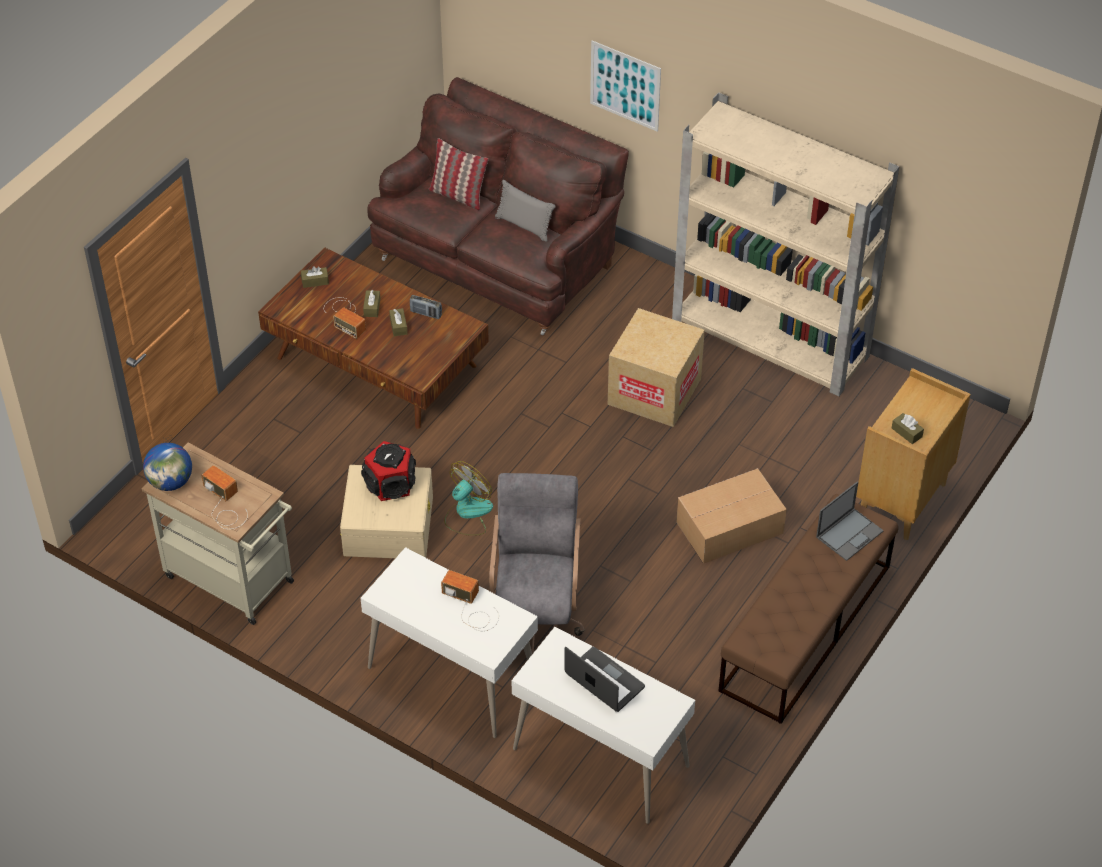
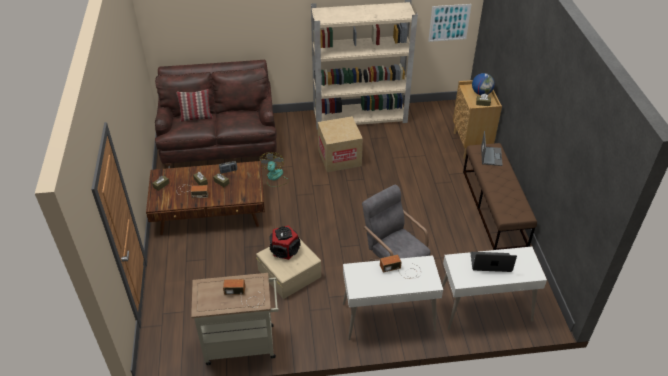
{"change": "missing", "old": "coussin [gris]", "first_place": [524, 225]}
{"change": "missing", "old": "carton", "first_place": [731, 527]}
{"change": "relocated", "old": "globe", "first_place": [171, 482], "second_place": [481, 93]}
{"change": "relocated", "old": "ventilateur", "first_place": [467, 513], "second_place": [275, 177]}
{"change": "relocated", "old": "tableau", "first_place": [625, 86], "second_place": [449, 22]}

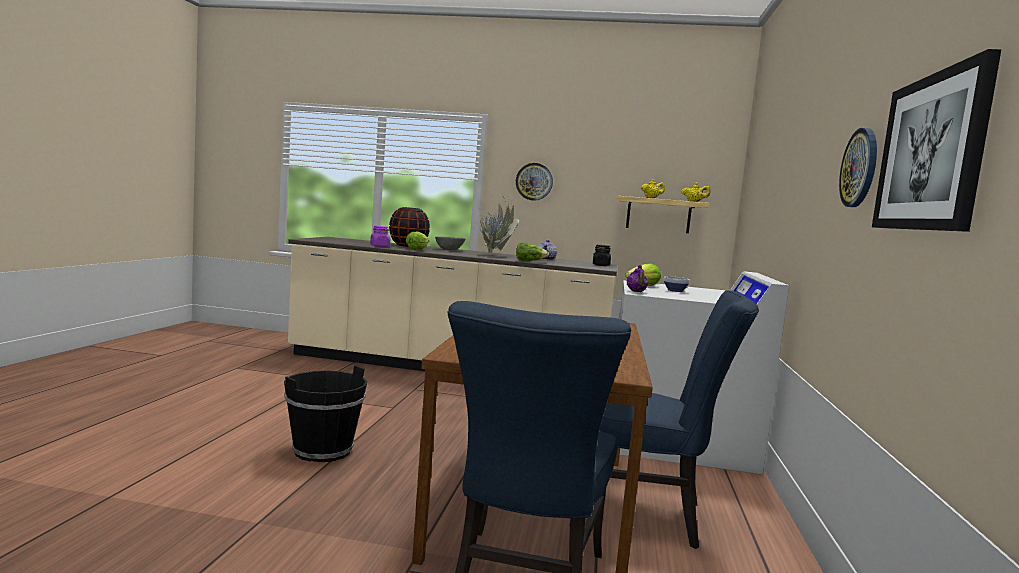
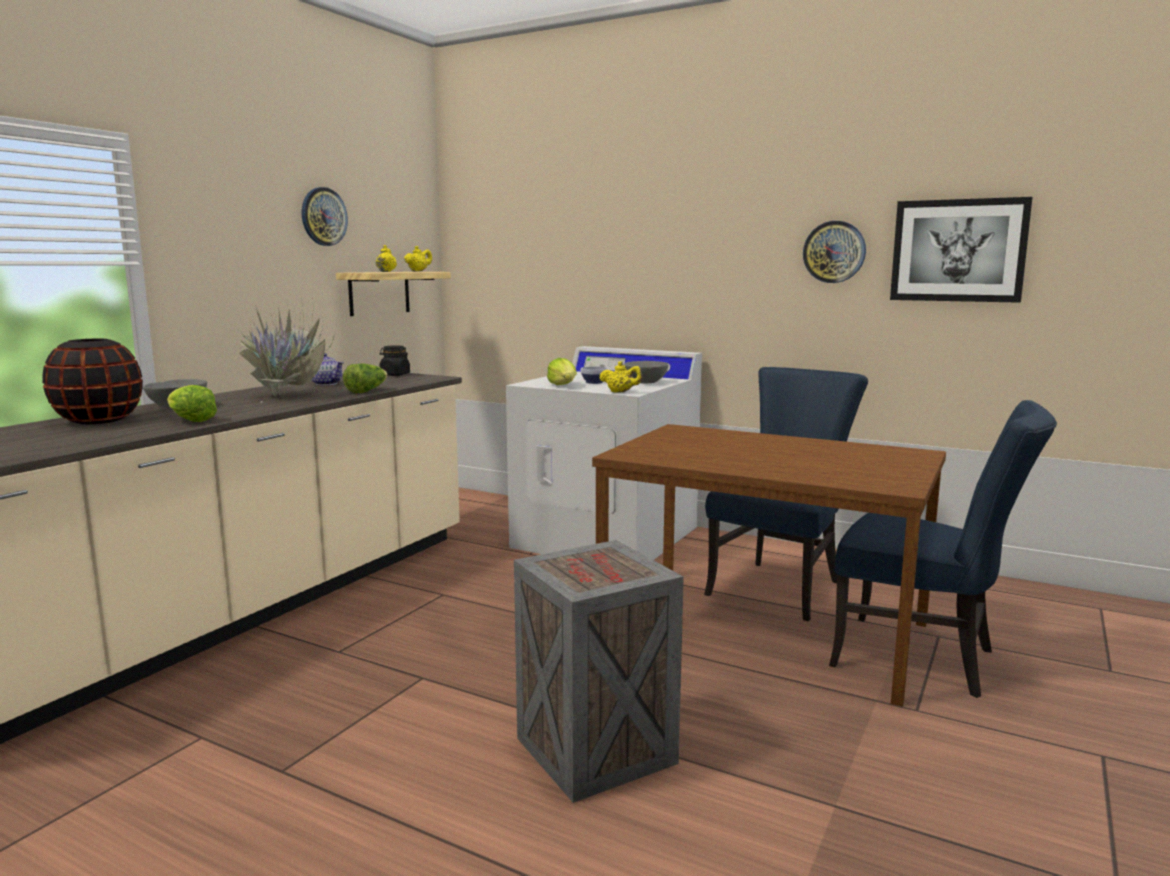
{"change": "missing", "old": "bocal [violet]", "first_place": [379, 246]}
{"change": "appeared", "new": "bol [gris]", "second_place": [645, 382]}
{"change": "relocated", "old": "horloge murale", "first_place": [534, 181], "second_place": [323, 216]}
{"change": "exchanged", "old": "seau [noir]", "new": "caisse", "first_place": [323, 451], "second_place": [596, 748]}
{"change": "colour", "old": "théière [violet]", "new": "théière [jaune]", "first_place": [636, 292], "second_place": [620, 392]}

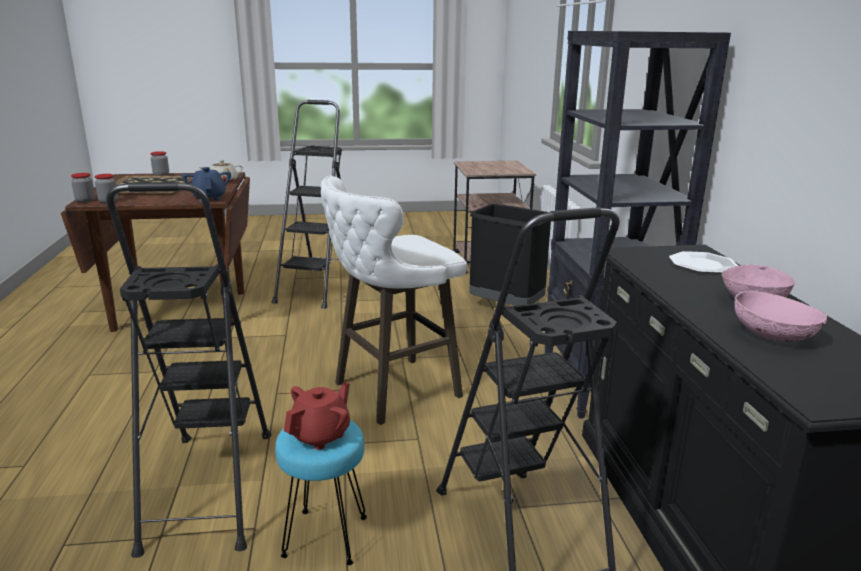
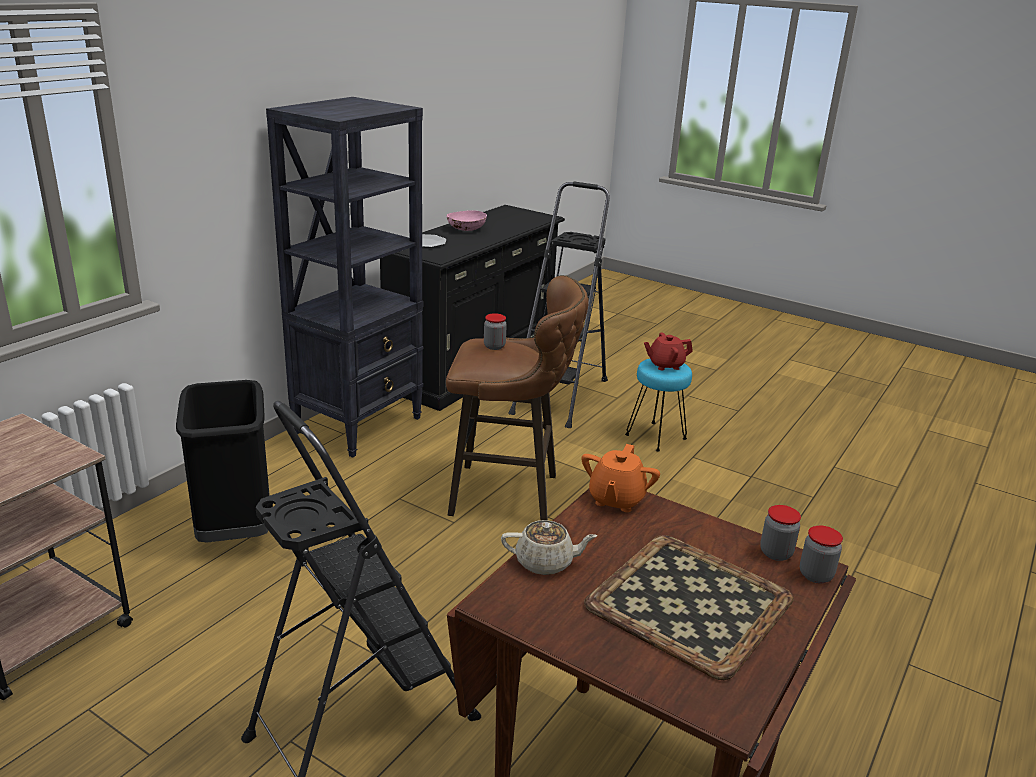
{"change": "missing", "old": "escabeau", "first_place": [209, 489]}
{"change": "missing", "old": "bol [rose]", "first_place": [773, 336]}
{"change": "relocated", "old": "bocal", "first_place": [161, 175], "second_place": [494, 346]}
{"change": "colour", "old": "théière [bleu]", "new": "théière [orange]", "first_place": [209, 198], "second_place": [616, 499]}
{"change": "colour", "old": "tabouret [blanc]", "new": "tabouret [marron]", "first_place": [392, 391], "second_place": [510, 495]}

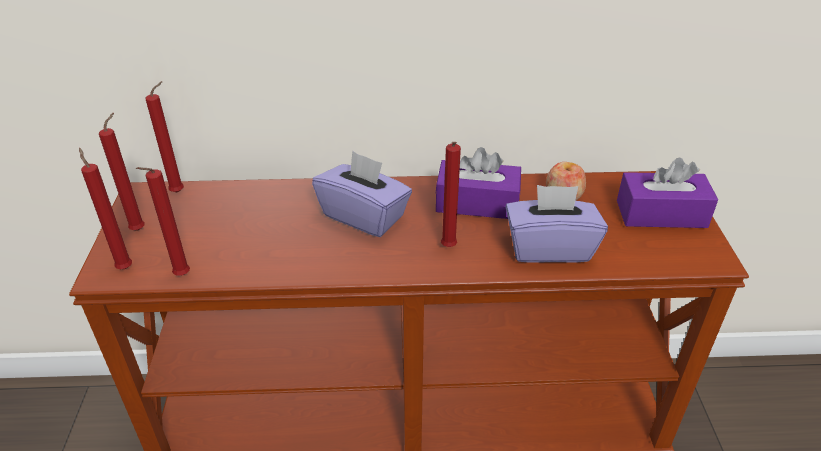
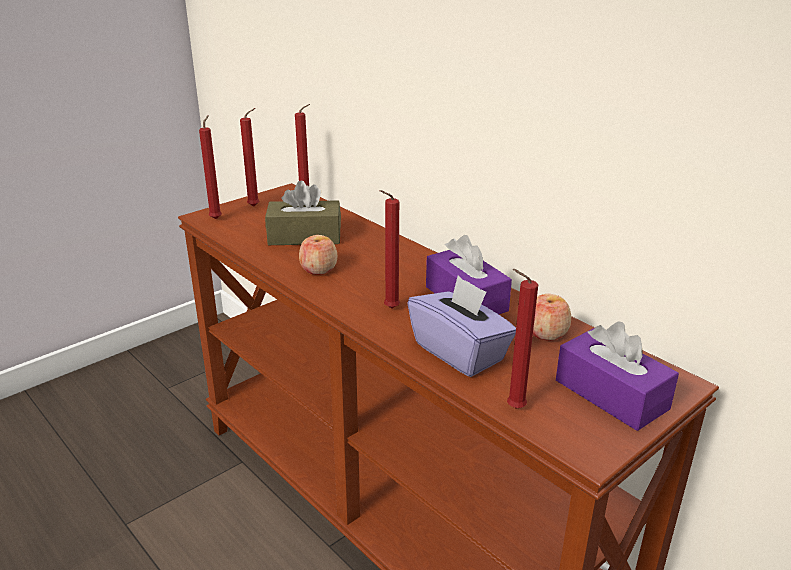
{"change": "missing", "old": "boîte à mouchoirs [violet]", "first_place": [364, 216]}
{"change": "appeared", "new": "boîte à mouchoirs [marron]", "second_place": [304, 236]}
{"change": "appeared", "new": "pomme", "second_place": [318, 269]}
{"change": "relocated", "old": "bougie [rouge]", "first_place": [180, 276], "second_place": [512, 408]}

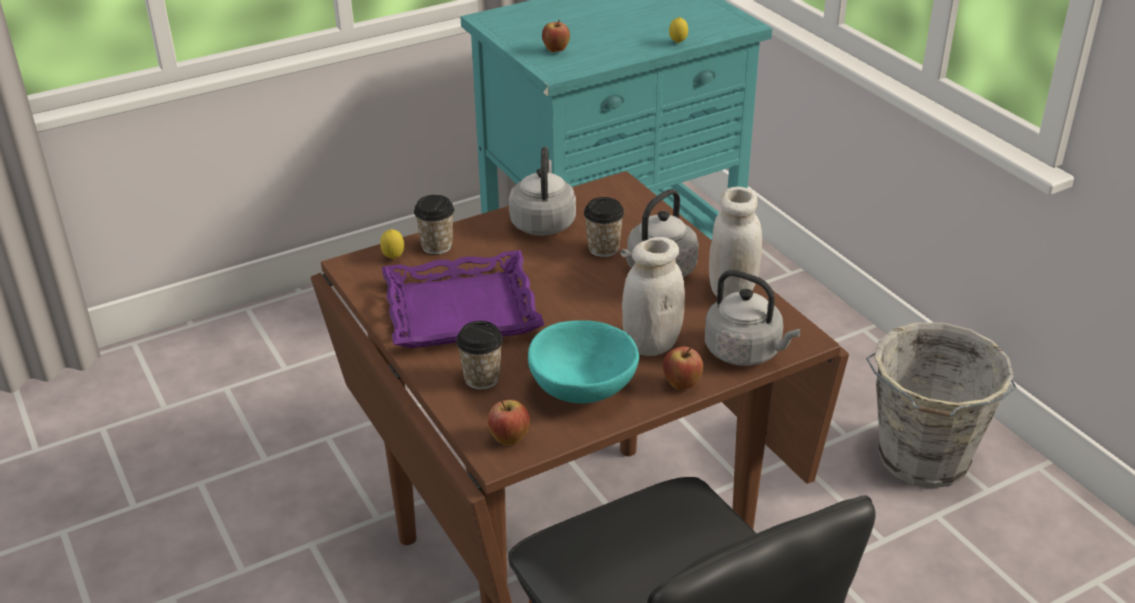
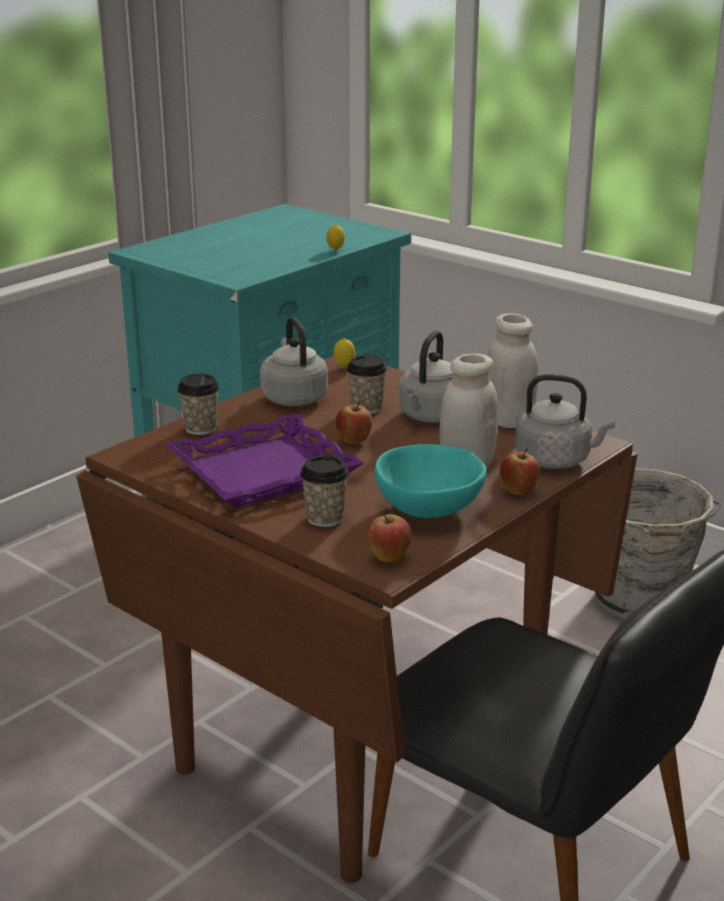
{"change": "relocated", "old": "citron", "first_place": [393, 258], "second_place": [344, 367]}
{"change": "relocated", "old": "pomme", "first_place": [556, 51], "second_place": [354, 442]}

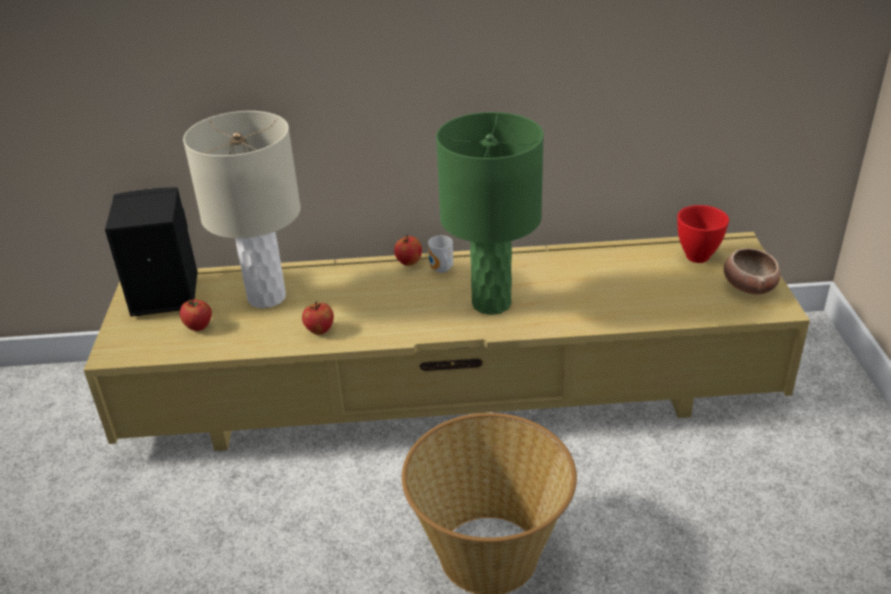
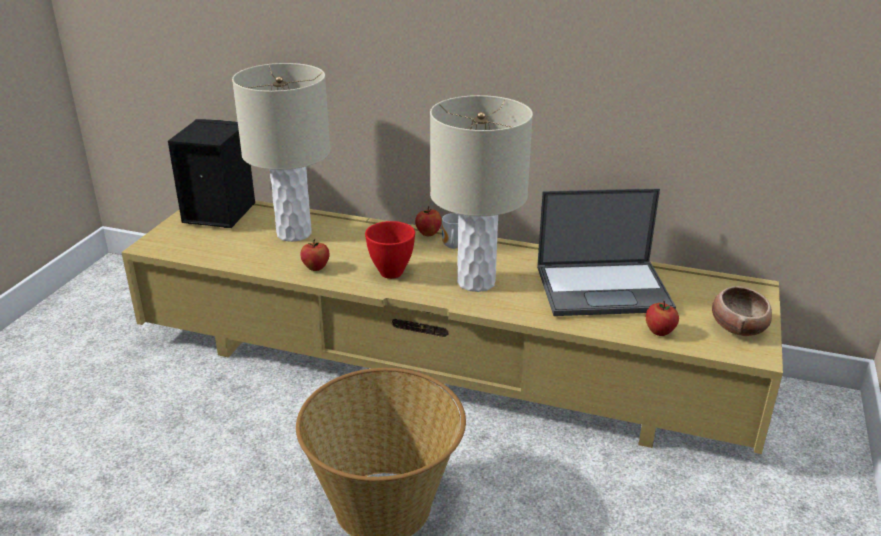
{"change": "appeared", "new": "ordinateur portable", "second_place": [604, 288]}
{"change": "relocated", "old": "pomme", "first_place": [199, 326], "second_place": [659, 332]}
{"change": "relocated", "old": "bol [rouge]", "first_place": [696, 256], "second_place": [390, 272]}
{"change": "colour", "old": "lampe de table [vert]", "new": "lampe de table [beige]", "first_place": [490, 303], "second_place": [475, 282]}

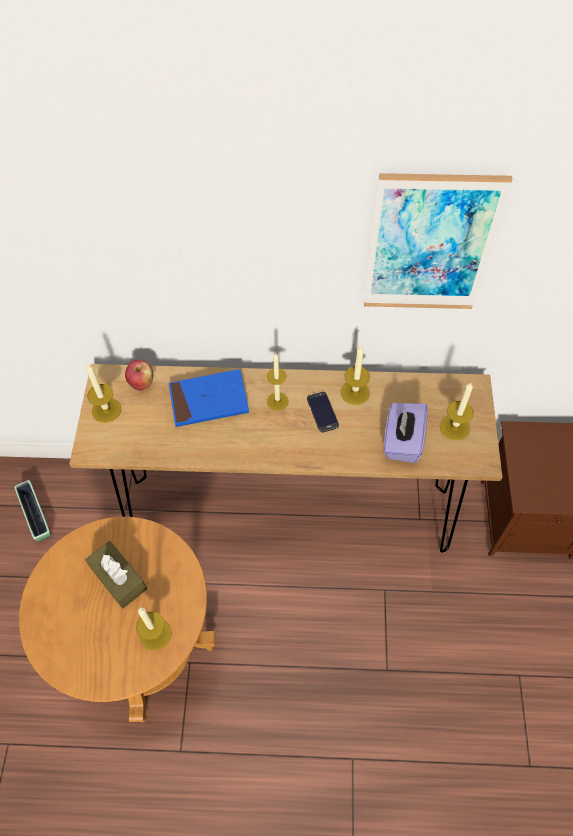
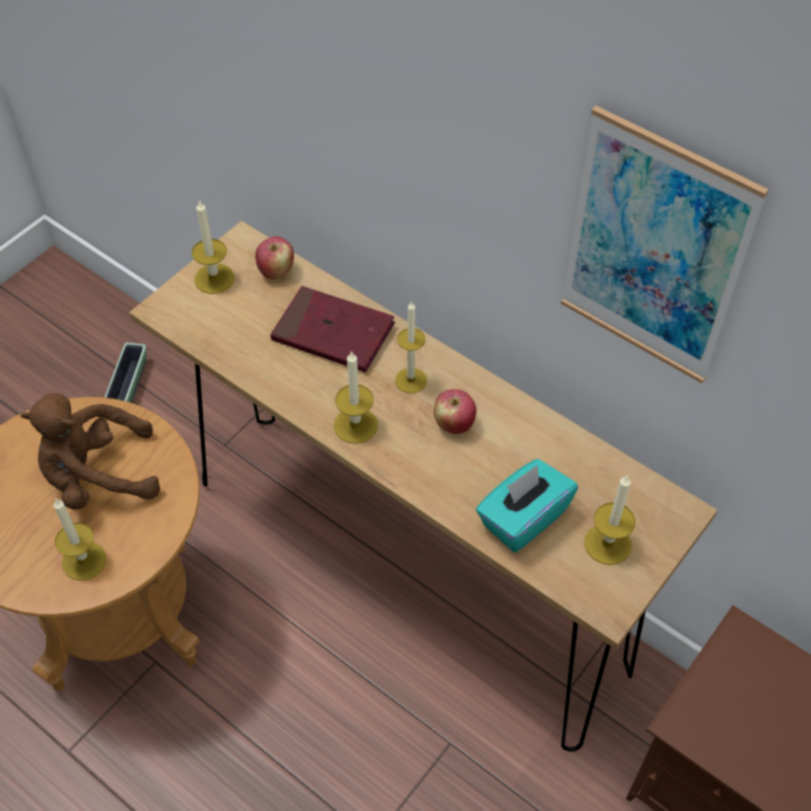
{"change": "relocated", "old": "bougie", "first_place": [355, 392], "second_place": [355, 425]}
{"change": "exchanged", "old": "boîte à mouchoirs [marron]", "new": "peluche [marron]", "first_place": [118, 578], "second_place": [97, 477]}
{"change": "exchanged", "old": "téléphone", "new": "pomme", "first_place": [322, 412], "second_place": [454, 424]}
{"change": "colour", "old": "livre [bleu]", "new": "livre [rouge]", "first_place": [209, 400], "second_place": [333, 333]}
{"change": "colour", "old": "boîte à mouchoirs [violet]", "new": "boîte à mouchoirs [turquoise]", "first_place": [402, 441], "second_place": [523, 518]}

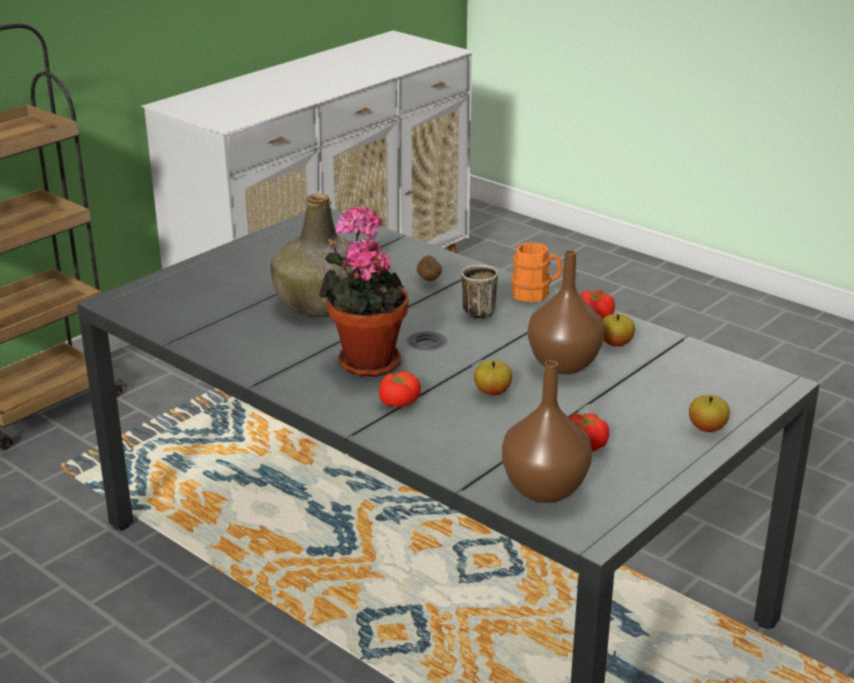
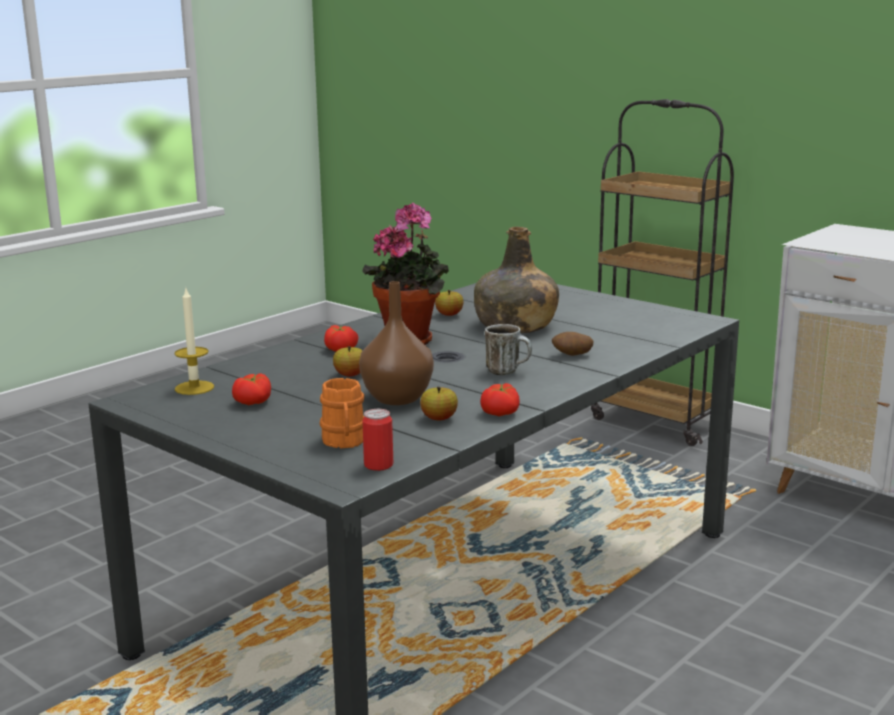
{"change": "appeared", "new": "boîte métallique", "second_place": [378, 465]}
{"change": "relocated", "old": "mug [orange]", "first_place": [535, 293], "second_place": [344, 442]}
{"change": "relocated", "old": "pomme", "first_place": [707, 428], "second_place": [449, 315]}
{"change": "exchanged", "old": "vase [marron]", "new": "bougie", "first_place": [542, 489], "second_place": [194, 388]}

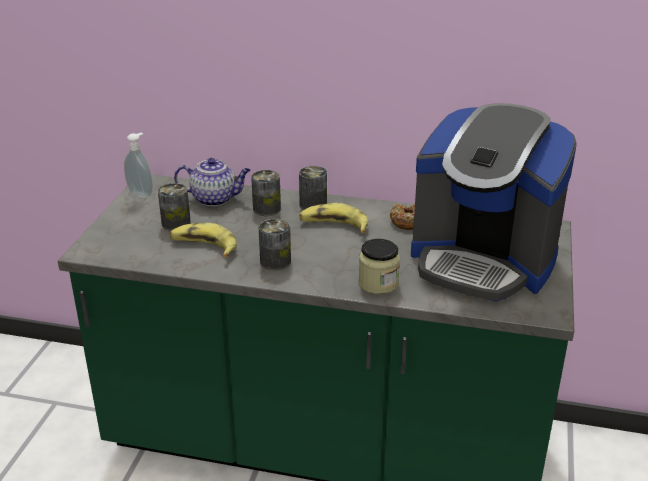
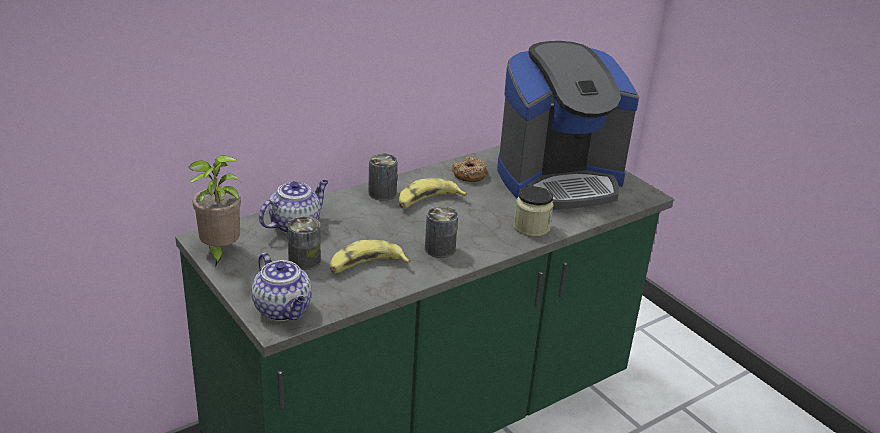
{"change": "missing", "old": "boîte métallique", "first_place": [266, 209]}
{"change": "appeared", "new": "théière", "second_place": [284, 310]}
{"change": "exchanged", "old": "distributeur de savon", "new": "plante en pot", "first_place": [141, 193], "second_place": [219, 252]}

